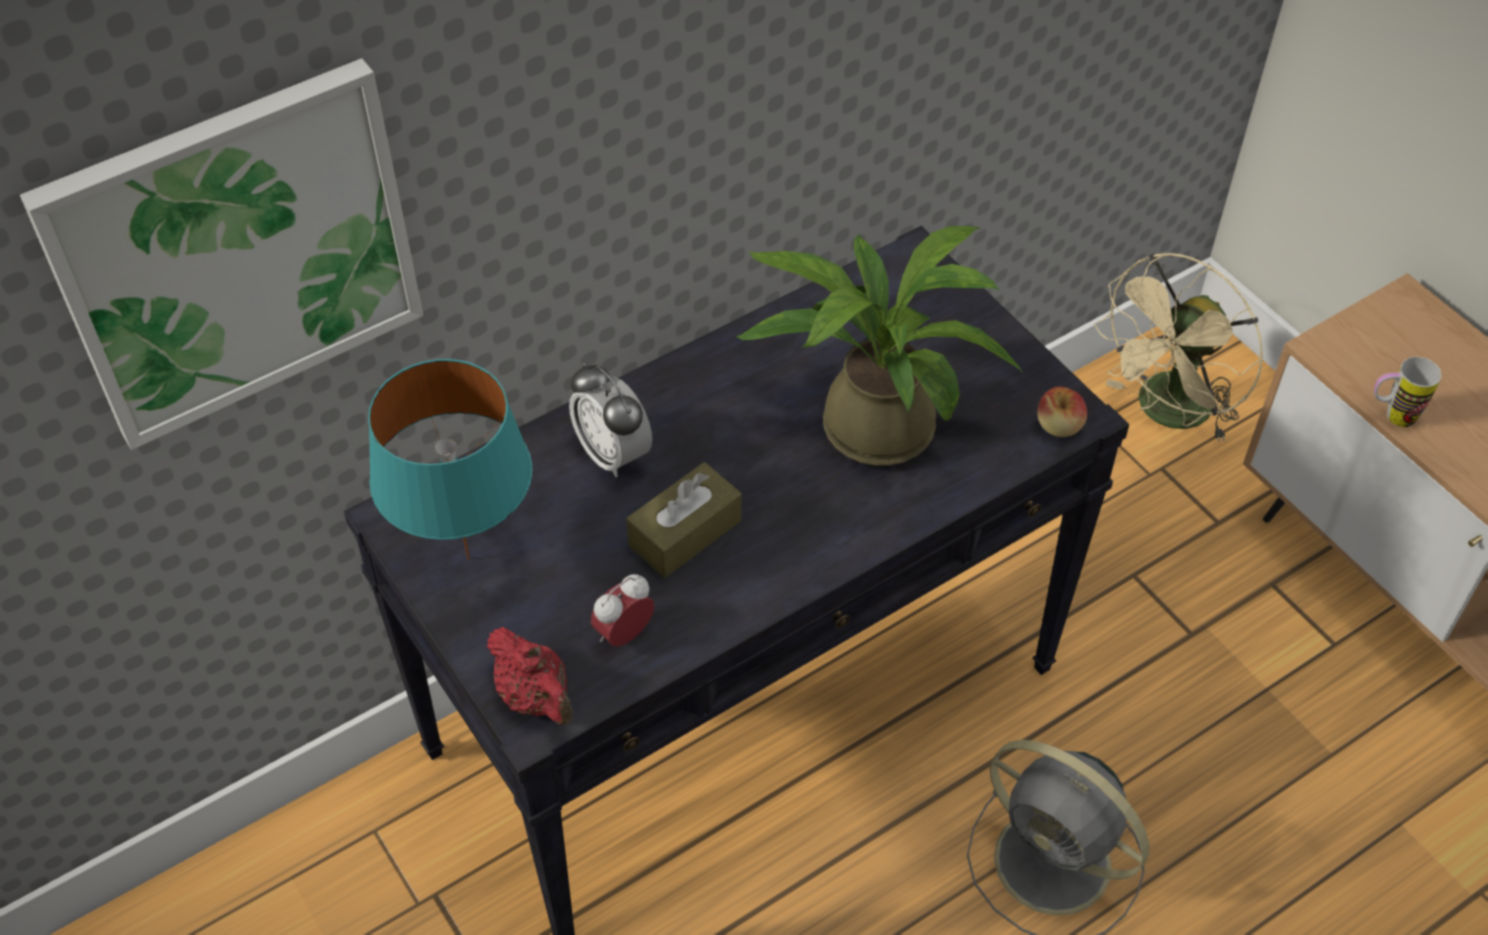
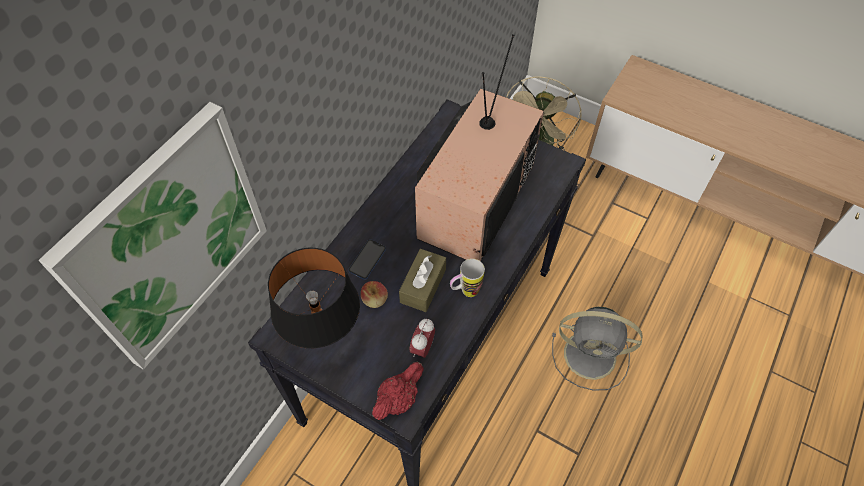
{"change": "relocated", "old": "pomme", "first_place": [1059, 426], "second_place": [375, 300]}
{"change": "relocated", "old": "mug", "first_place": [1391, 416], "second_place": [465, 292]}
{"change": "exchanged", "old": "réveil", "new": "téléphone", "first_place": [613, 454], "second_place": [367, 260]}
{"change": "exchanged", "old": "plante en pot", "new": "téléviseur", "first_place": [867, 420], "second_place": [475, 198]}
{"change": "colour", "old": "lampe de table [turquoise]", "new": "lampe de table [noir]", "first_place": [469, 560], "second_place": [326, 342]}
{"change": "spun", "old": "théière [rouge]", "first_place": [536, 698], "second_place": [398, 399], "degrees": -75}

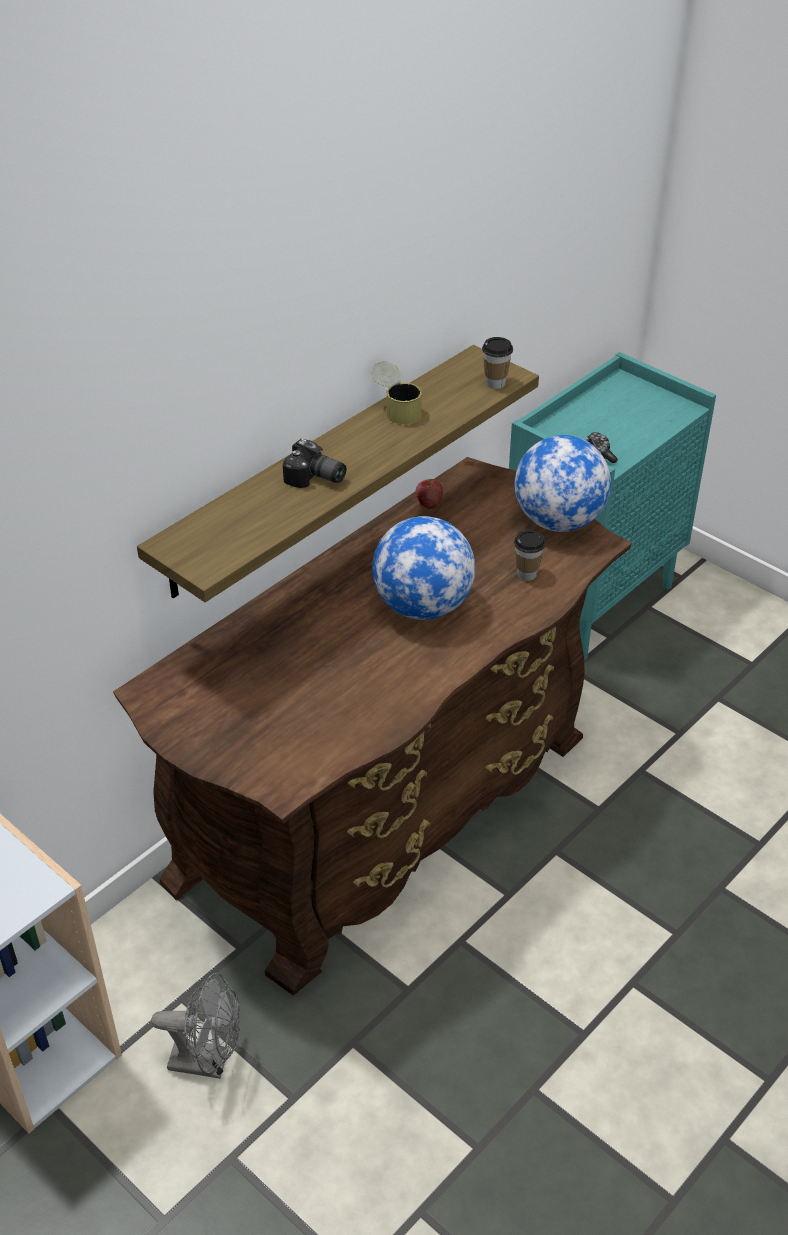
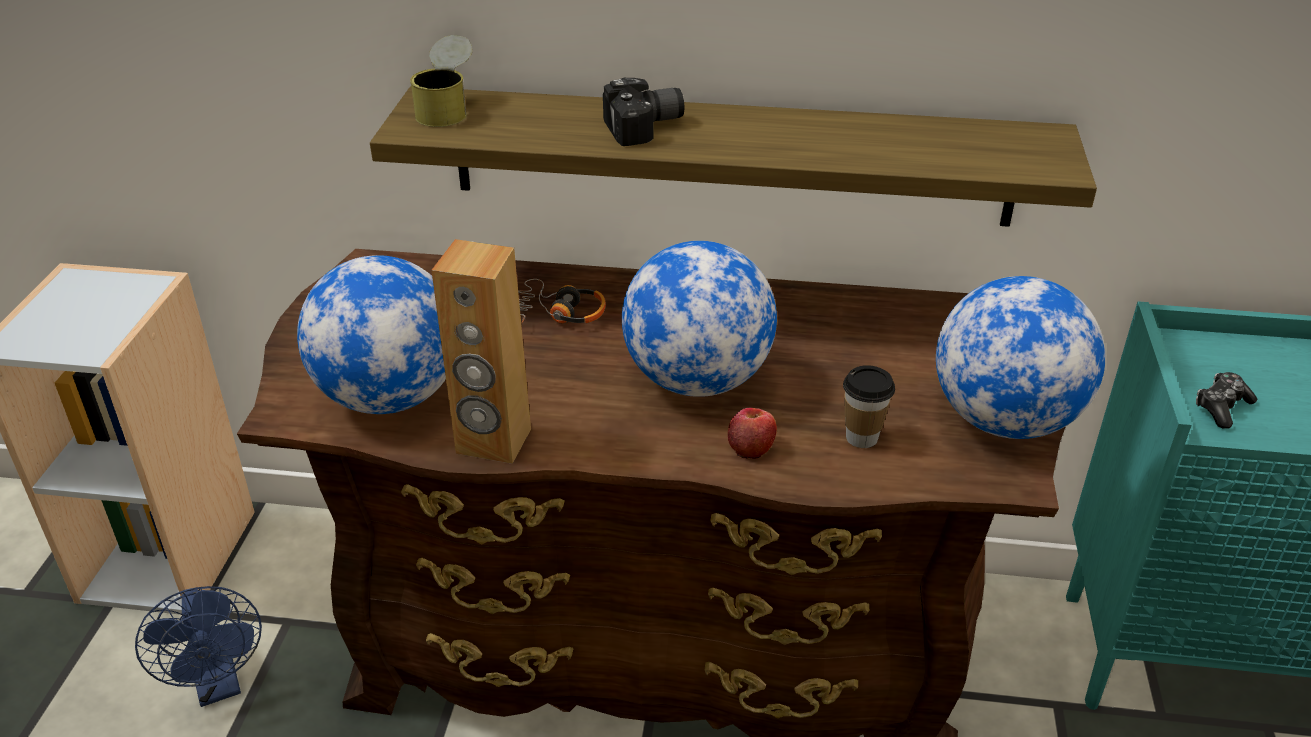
{"change": "missing", "old": "tasse", "first_place": [495, 383]}
{"change": "appeared", "new": "globe", "second_place": [390, 397]}
{"change": "appeared", "new": "enceinte [marron]", "second_place": [493, 442]}
{"change": "appeared", "new": "casque audio", "second_place": [559, 313]}
{"change": "relocated", "old": "boîte métallique", "first_place": [397, 410], "second_place": [447, 109]}
{"change": "relocated", "old": "pomme", "first_place": [428, 502], "second_place": [751, 447]}
{"change": "colour", "old": "ventilateur [gris]", "new": "ventilateur [bleu]", "first_place": [208, 1061], "second_place": [219, 685]}
{"change": "spun", "old": "appareil photo", "first_place": [315, 479], "second_place": [646, 128], "degrees": -105}

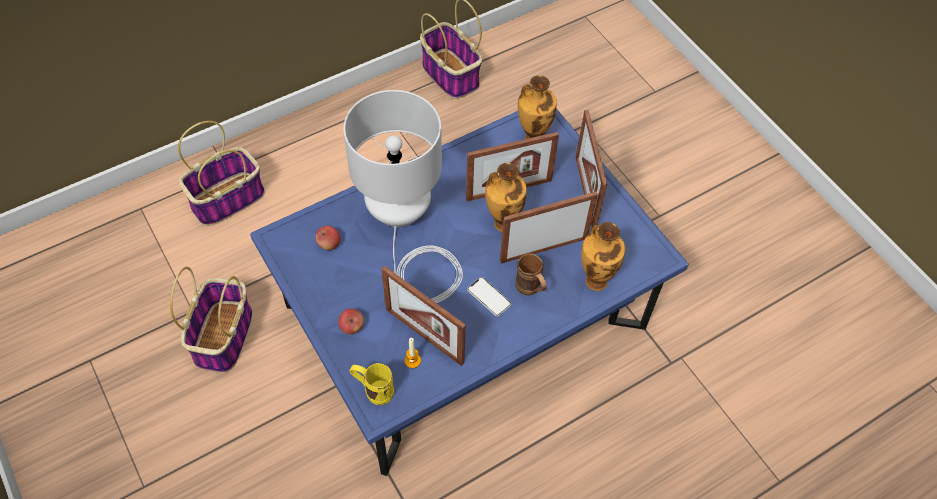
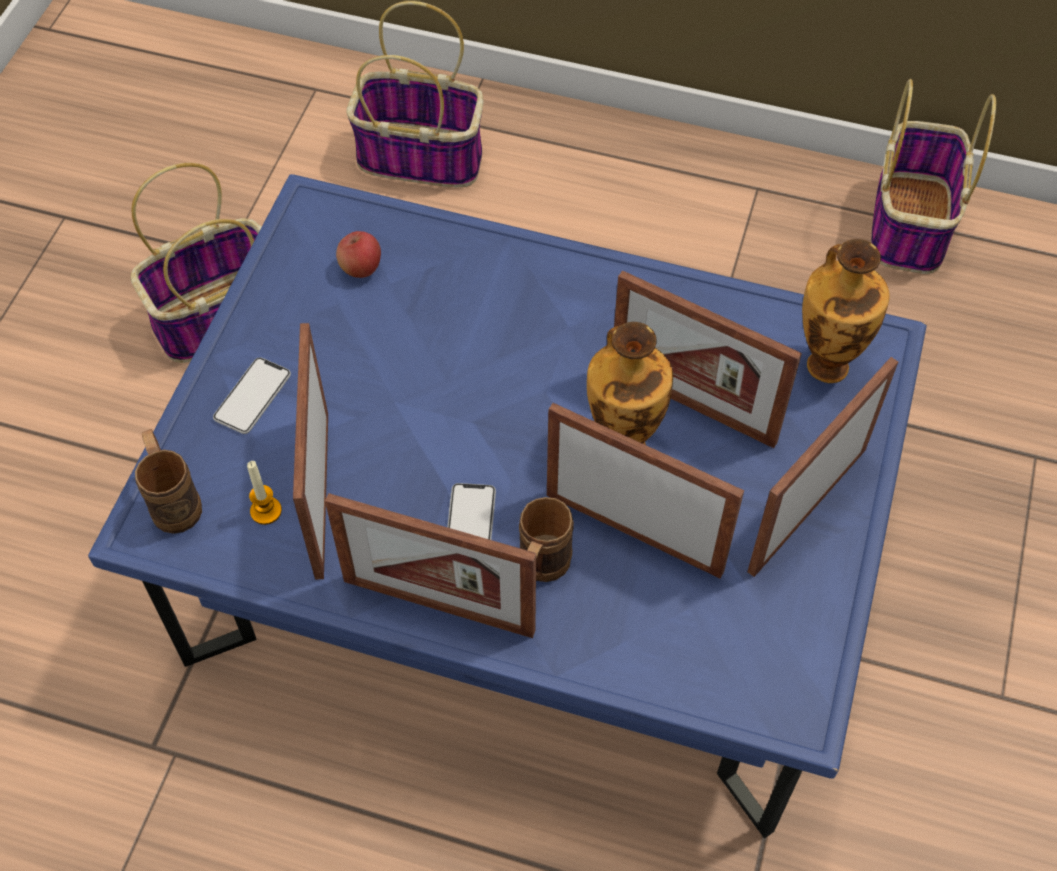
{"change": "missing", "old": "lampe de table [blanc]", "first_place": [409, 235]}
{"change": "missing", "old": "vase", "first_place": [595, 280]}
{"change": "appeared", "new": "cadre photo", "second_place": [438, 606]}
{"change": "exchanged", "old": "pomme", "new": "téléphone", "first_place": [352, 327], "second_place": [252, 396]}
{"change": "colour", "old": "mug [jaune]", "new": "mug [marron]", "first_place": [373, 390], "second_place": [174, 500]}

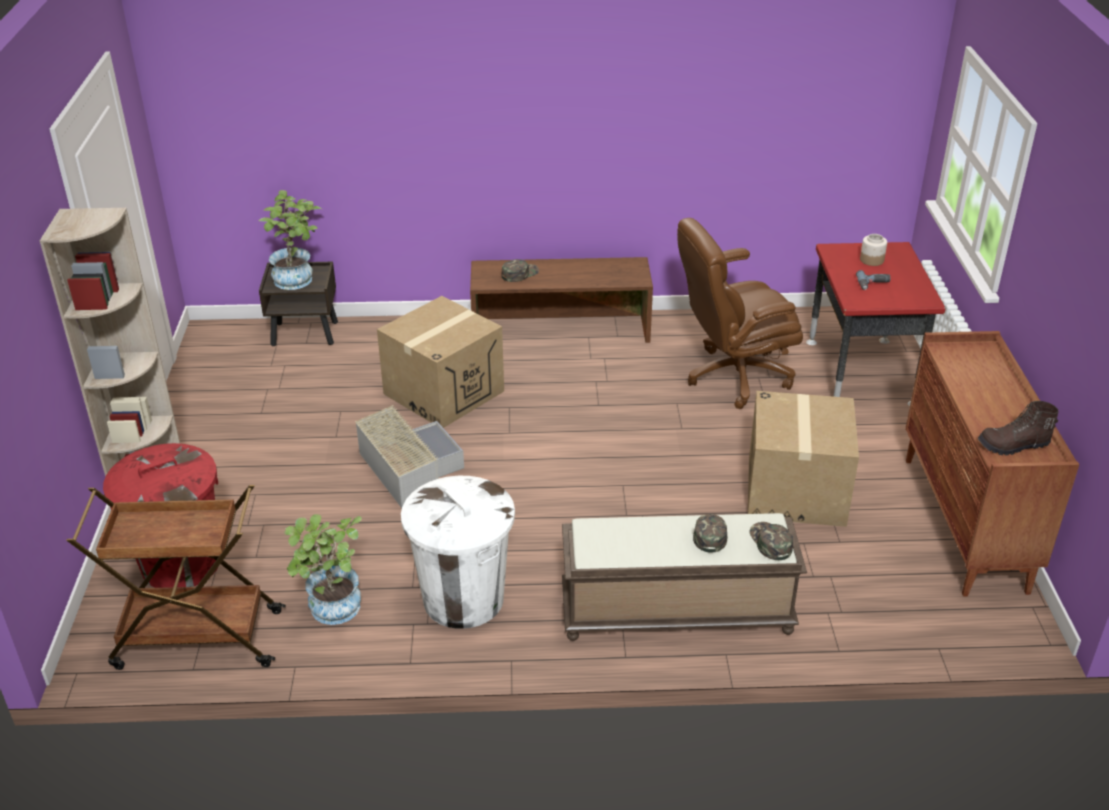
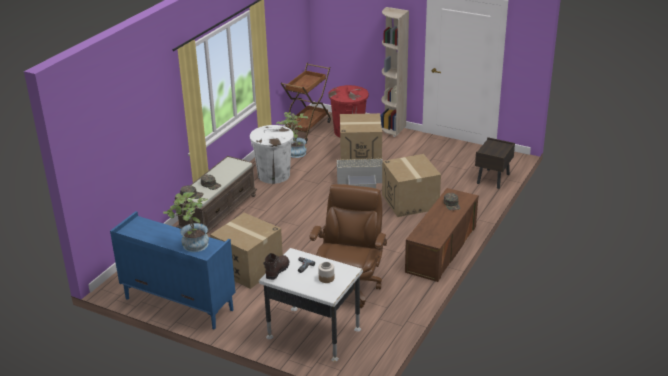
{"change": "appeared", "new": "carton", "second_place": [360, 155]}
{"change": "relocated", "old": "plante en pot", "first_place": [298, 281], "second_place": [192, 246]}
{"change": "relocated", "old": "botte [marron]", "first_place": [1013, 446], "second_place": [277, 271]}
{"change": "colour", "old": "bureau [rouge]", "new": "bureau [blanc]", "first_place": [861, 372], "second_place": [313, 333]}
{"change": "colour", "old": "meuble de rangement [marron]", "new": "meuble de rangement [bleu]", "first_place": [964, 524], "second_place": [178, 304]}

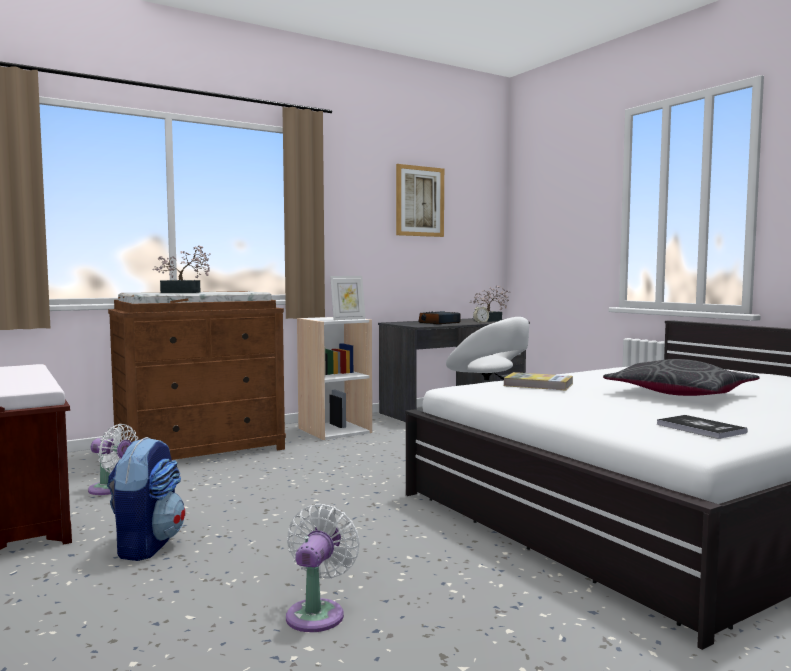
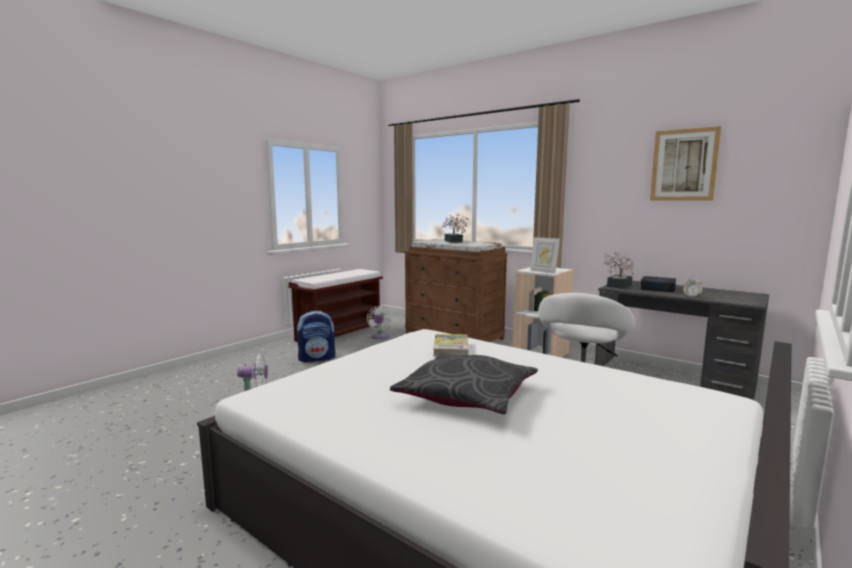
{"change": "missing", "old": "livre", "first_place": [700, 428]}
{"change": "relocated", "old": "plante en pot", "first_place": [489, 320], "second_place": [617, 286]}

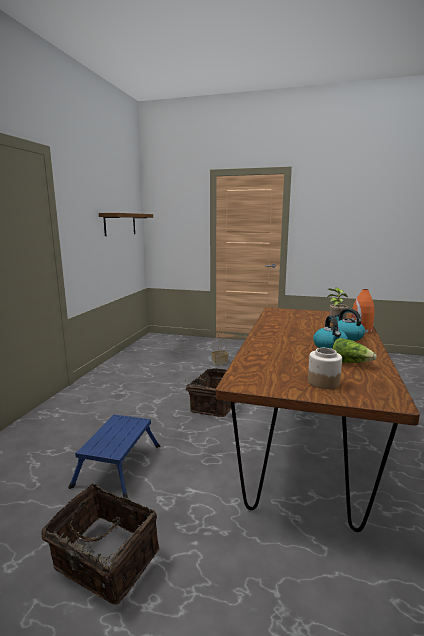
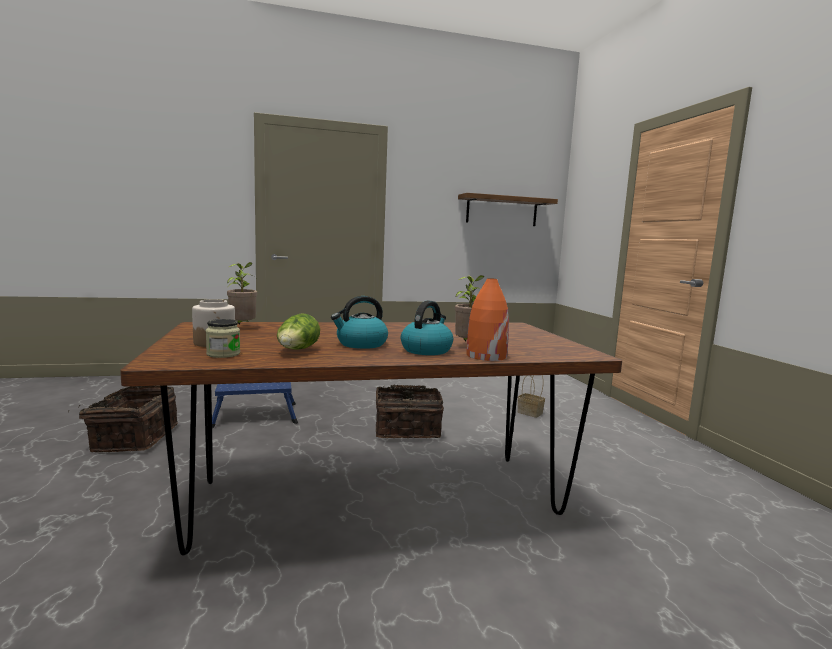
{"change": "appeared", "new": "bocal", "second_place": [223, 354]}
{"change": "appeared", "new": "plante en pot", "second_place": [242, 328]}

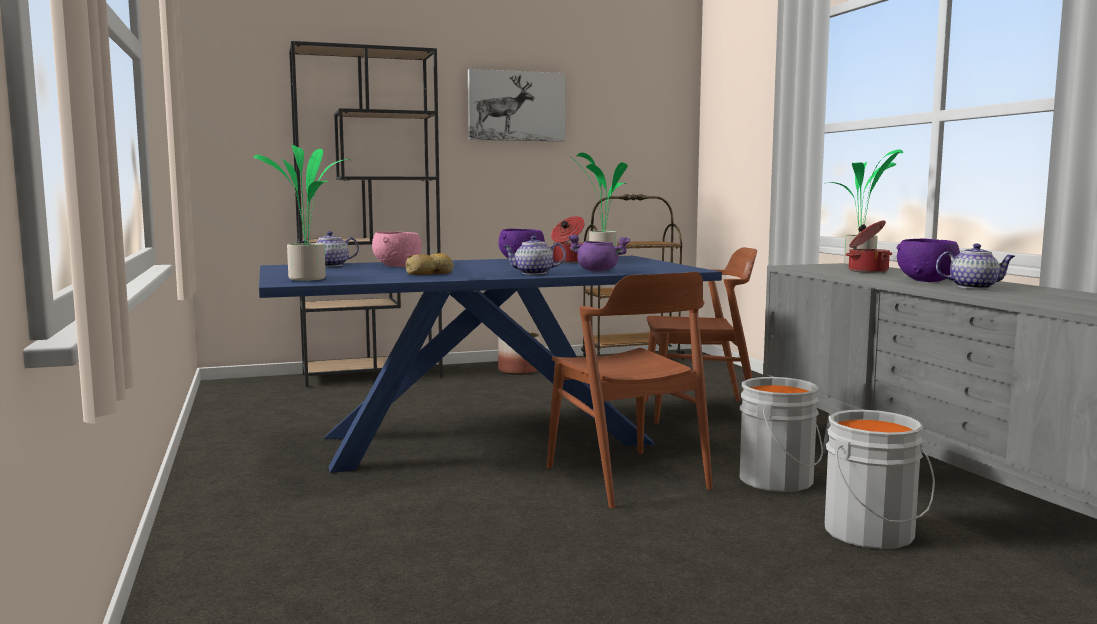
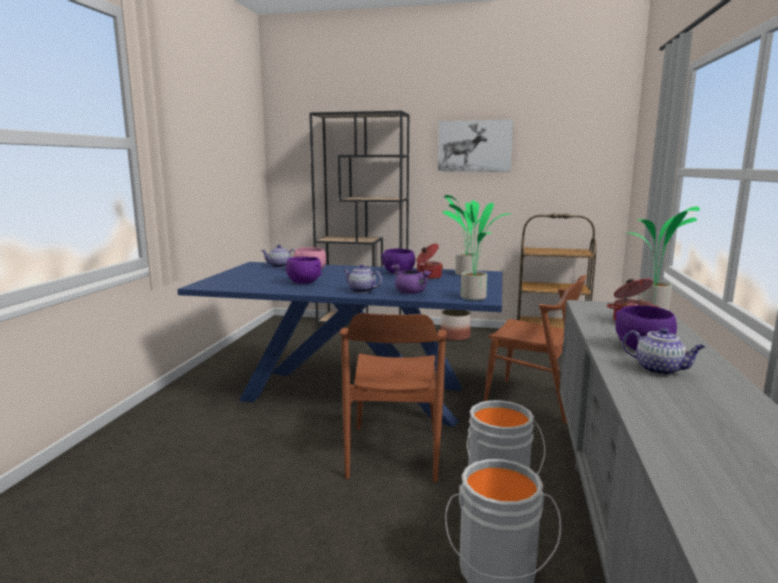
{"change": "relocated", "old": "plante en pot", "first_place": [309, 279], "second_place": [474, 297]}
{"change": "exchanged", "old": "pain", "new": "bol [violet]", "first_place": [430, 273], "second_place": [303, 283]}

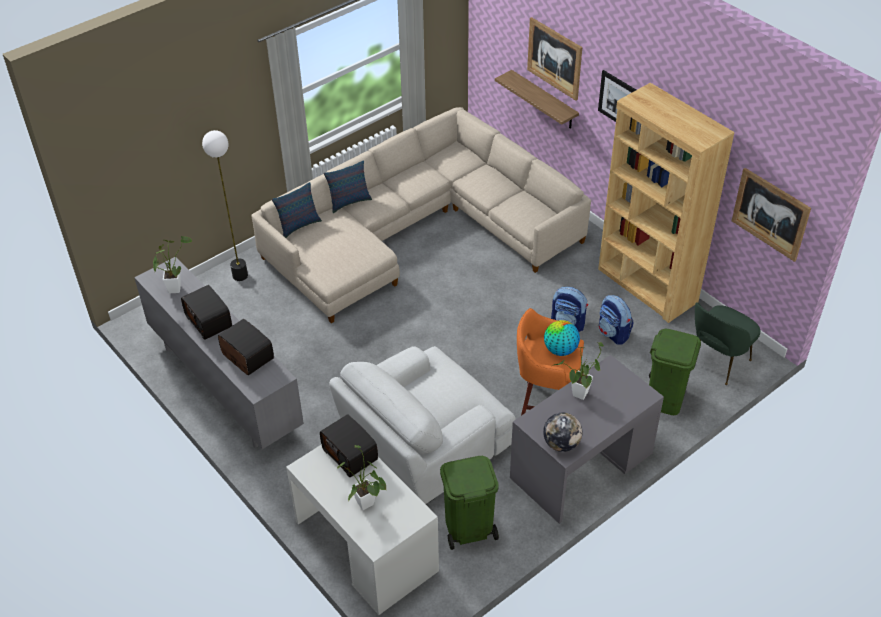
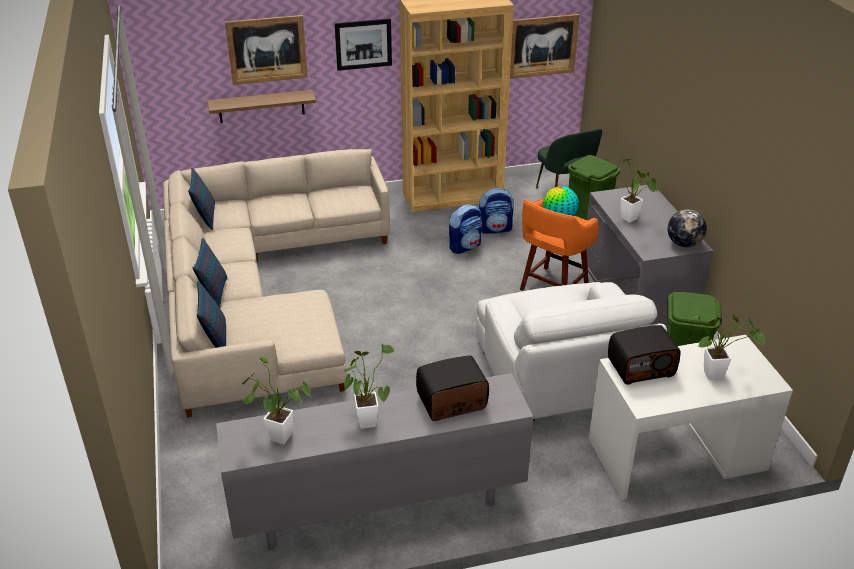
{"change": "missing", "old": "lampadaire", "first_place": [240, 275]}
{"change": "appeared", "new": "coussin [bleu]", "second_place": [206, 217]}
{"change": "exchanged", "old": "radio", "new": "plante en pot", "first_place": [210, 321], "second_place": [367, 419]}

